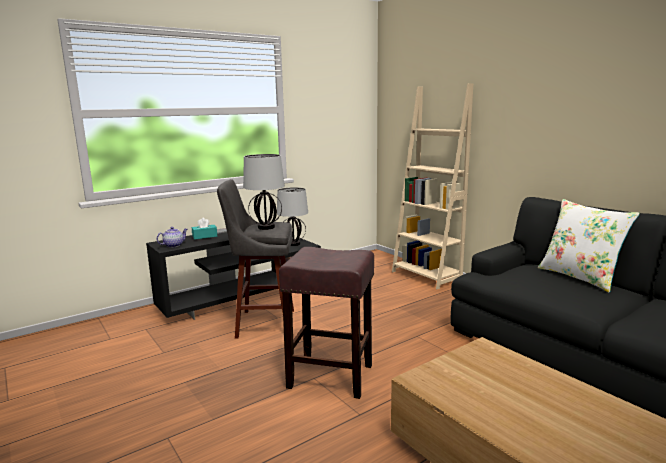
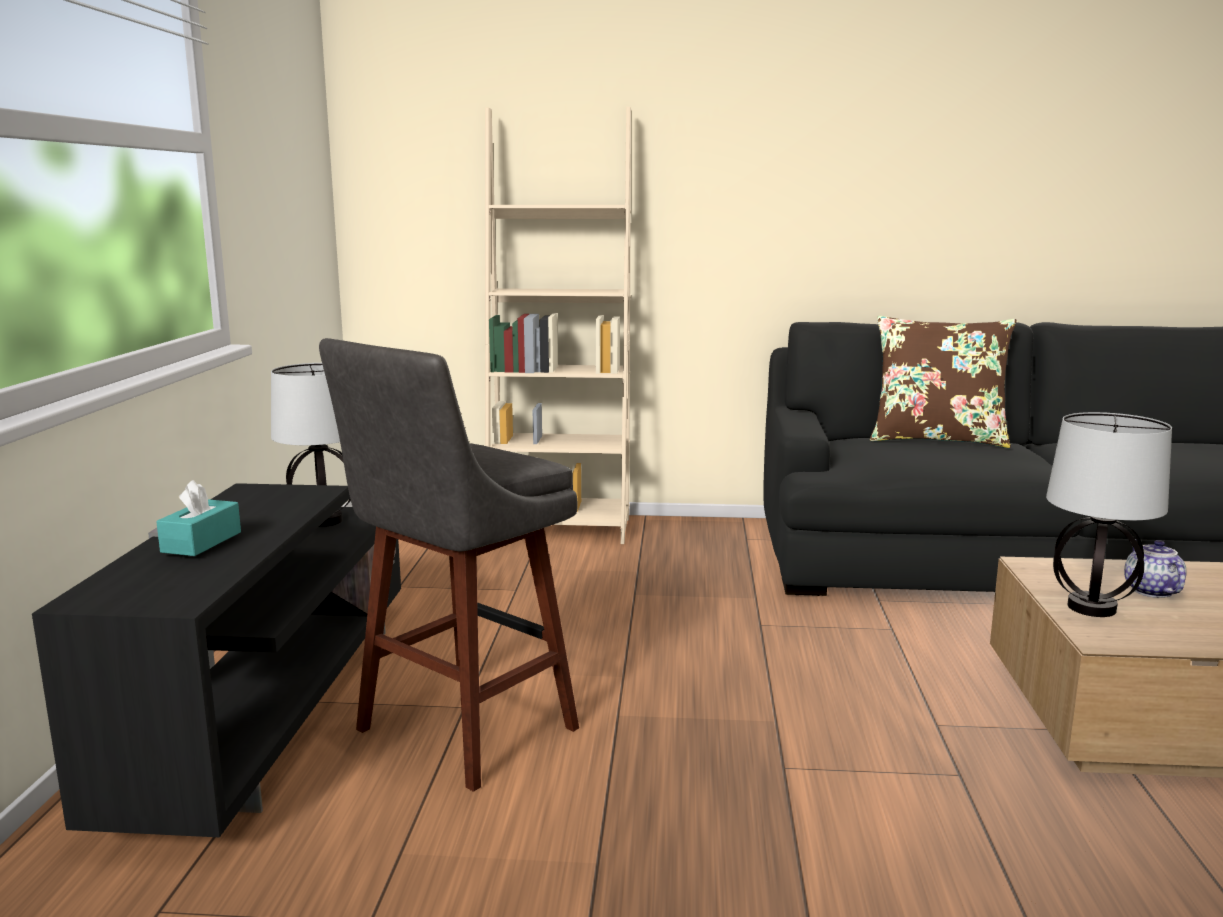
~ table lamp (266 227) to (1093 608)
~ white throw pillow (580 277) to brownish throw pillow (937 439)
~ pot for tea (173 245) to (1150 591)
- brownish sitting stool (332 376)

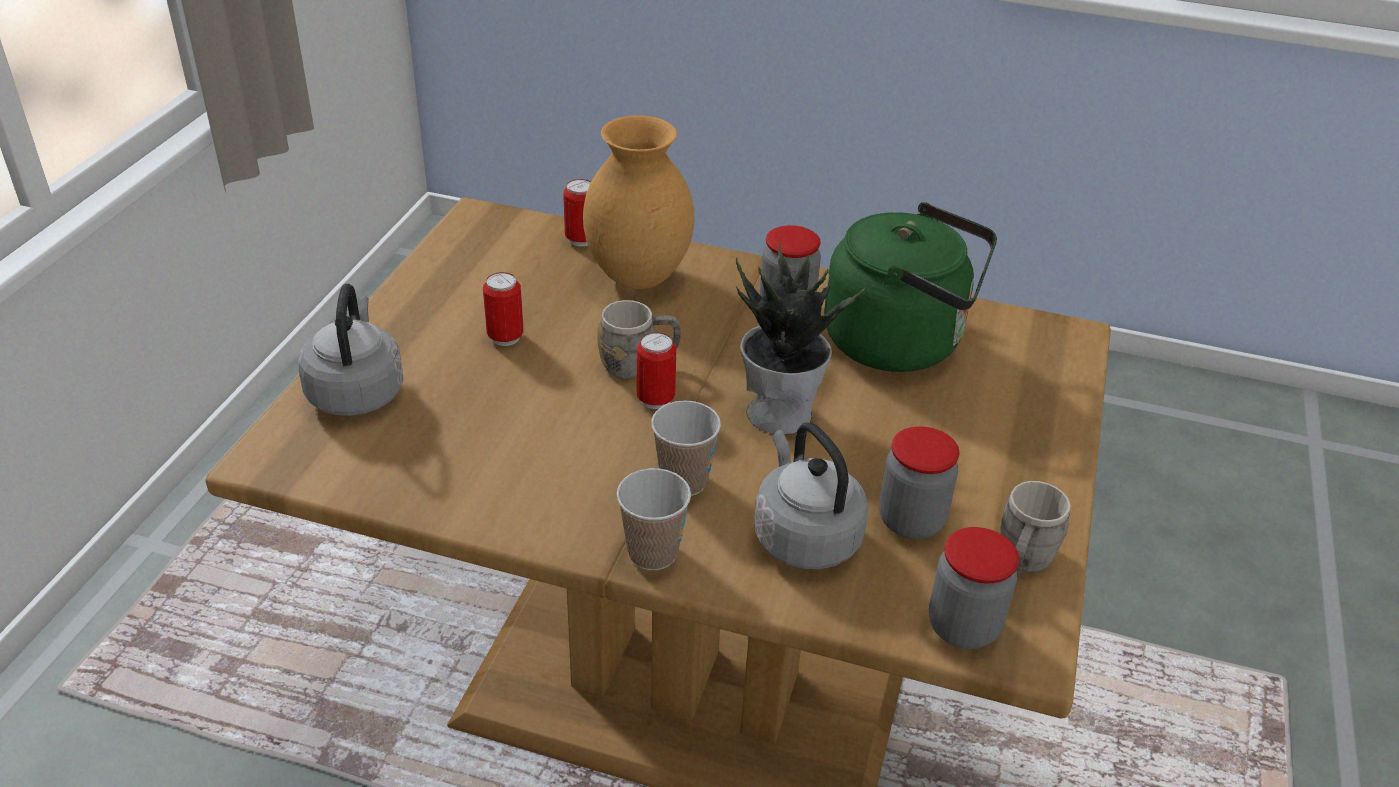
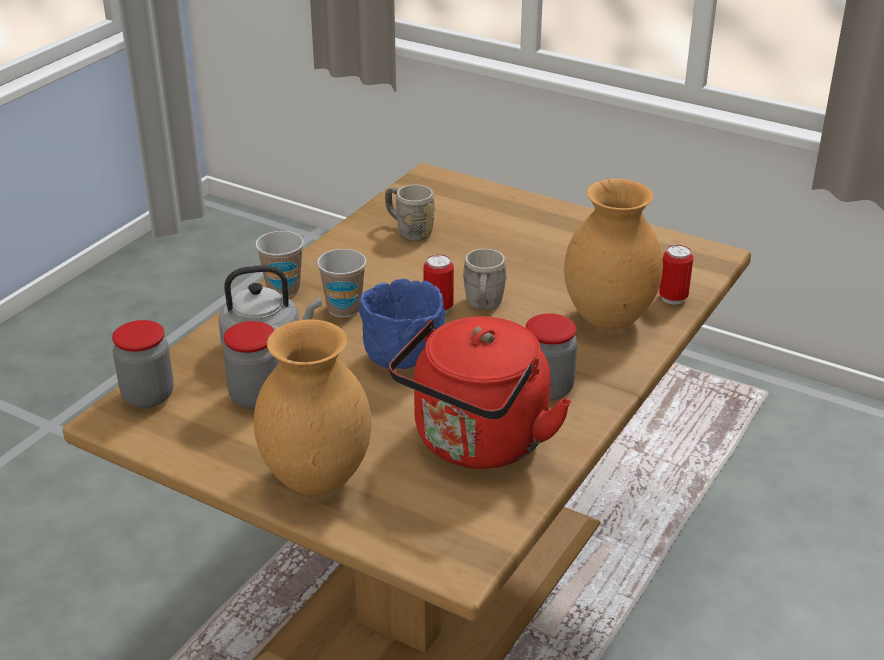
~ greenish tea kettle (901 342) to red-coloured tea kettle (477 444)
~ potted plant (780 411) to blue-coloured bowl (404 361)
- sealed can (505 337)
- grey tea kettle (356 391)
~ grey tea mug (1021 563) to (409 230)
+ brownish decorative vase (319 480)

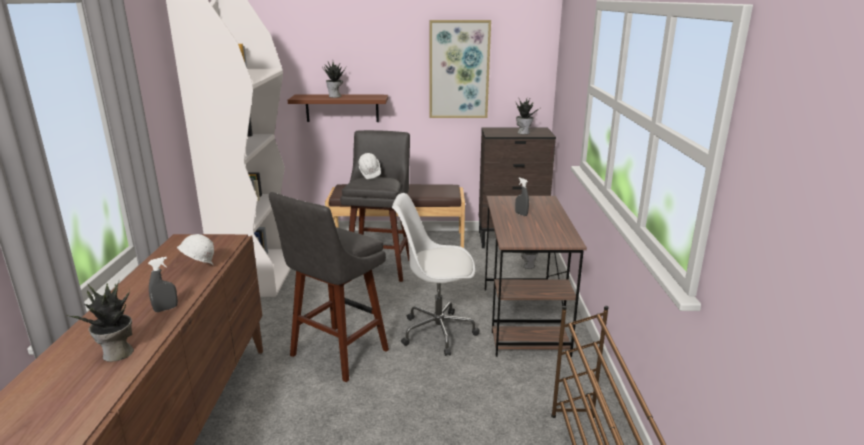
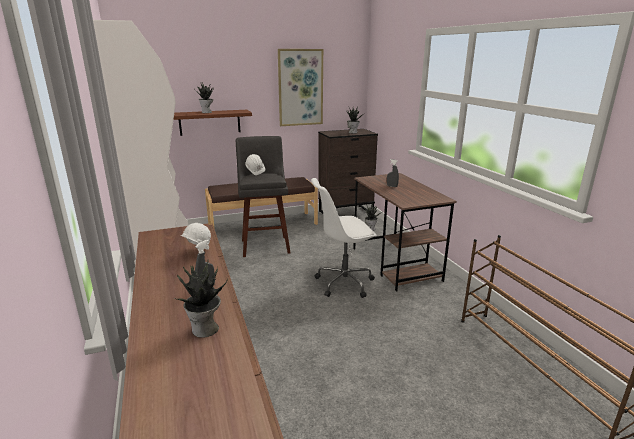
- grey sitting stool (336 354)

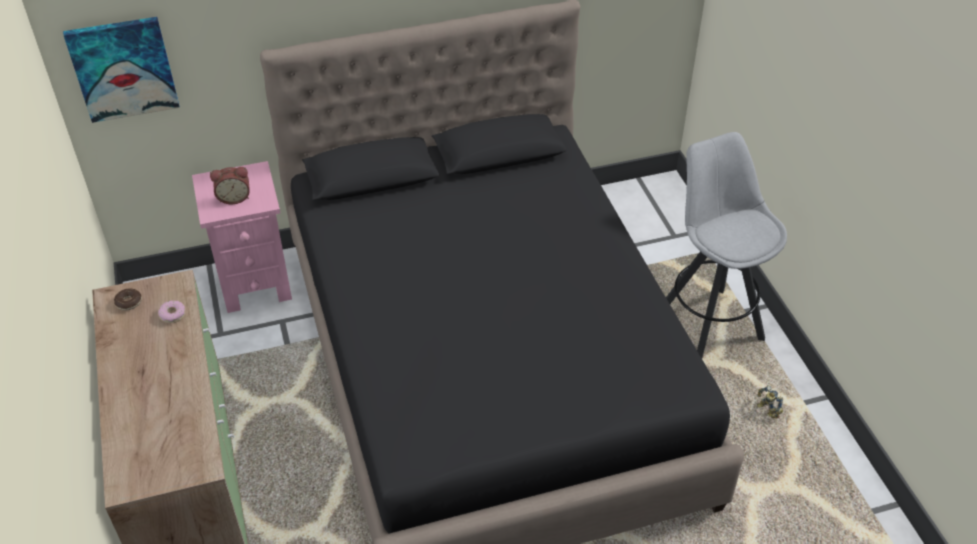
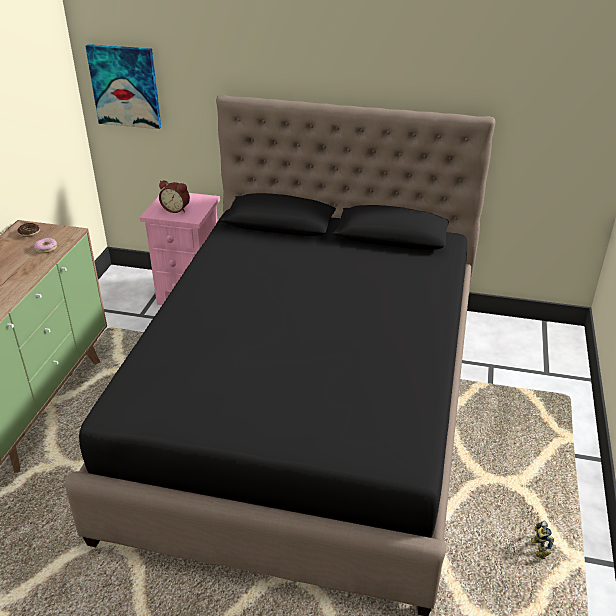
- grey sitting stool (707 323)

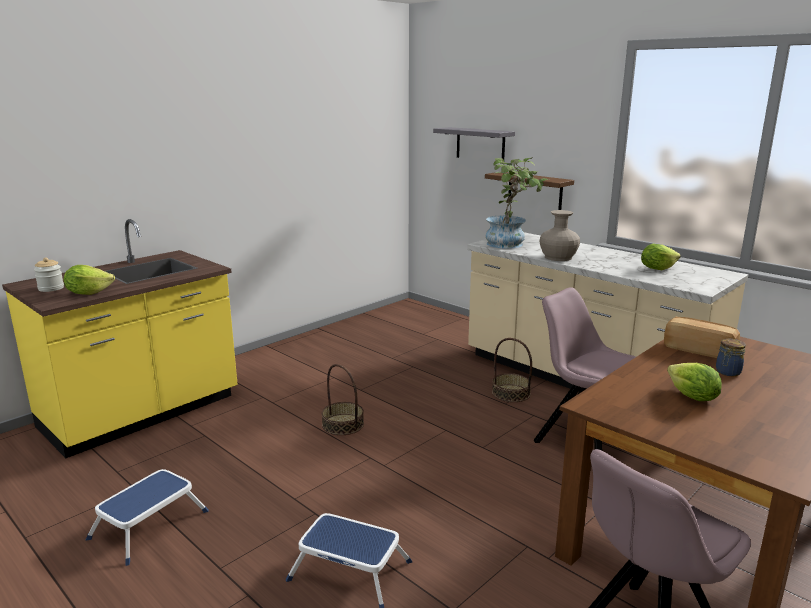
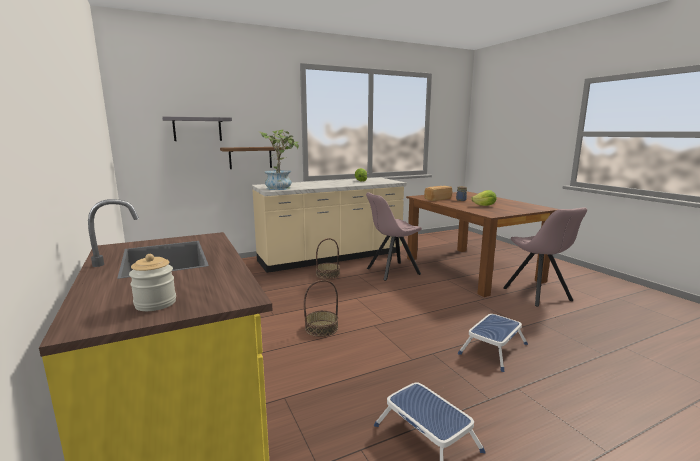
- beige-coloured decorative vase (558 257)
- head of lettuce (88 293)

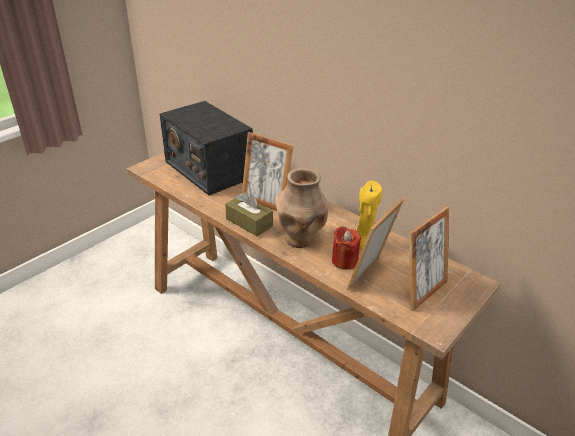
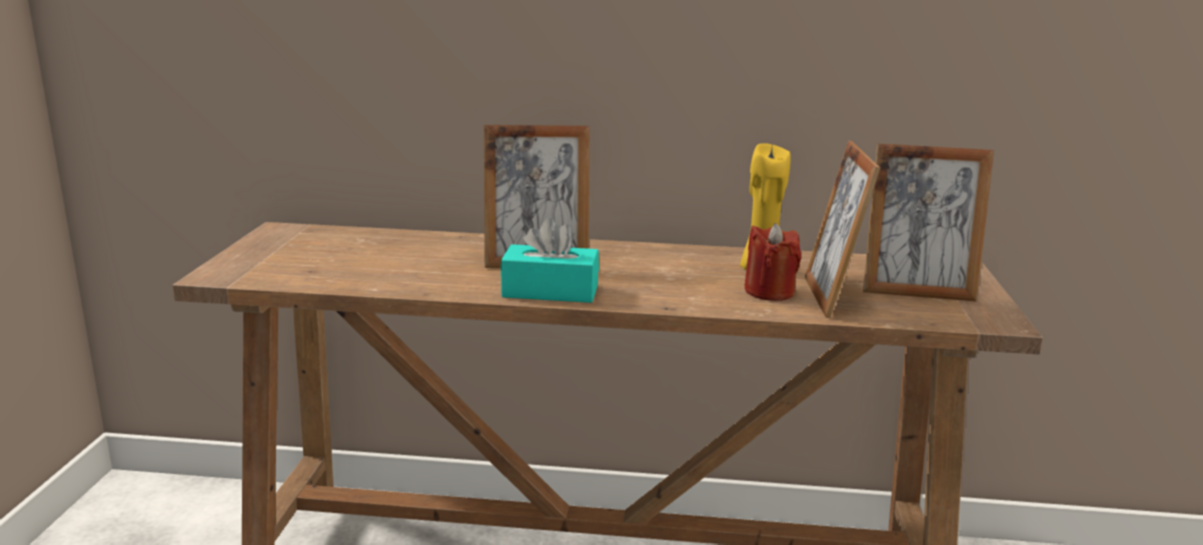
- radio set (208 169)
- brownish decorative vase (300 240)
~ brownish box of tissues (249 222) to turquoise box of tissues (550 291)
~ standing frame (422 291) = (916 291) 90 degrees clockwise

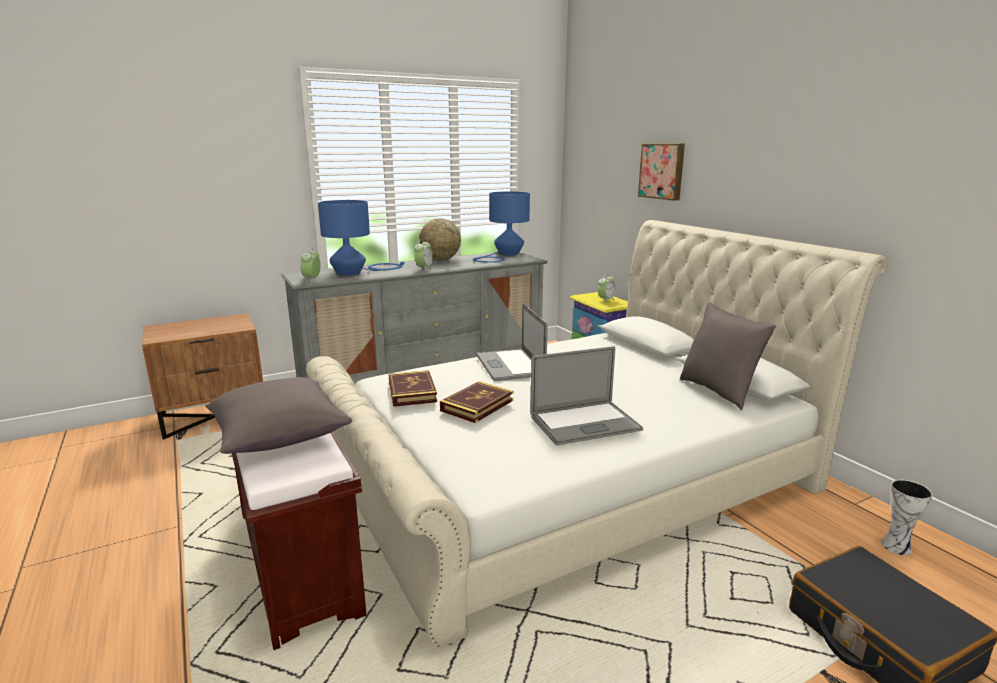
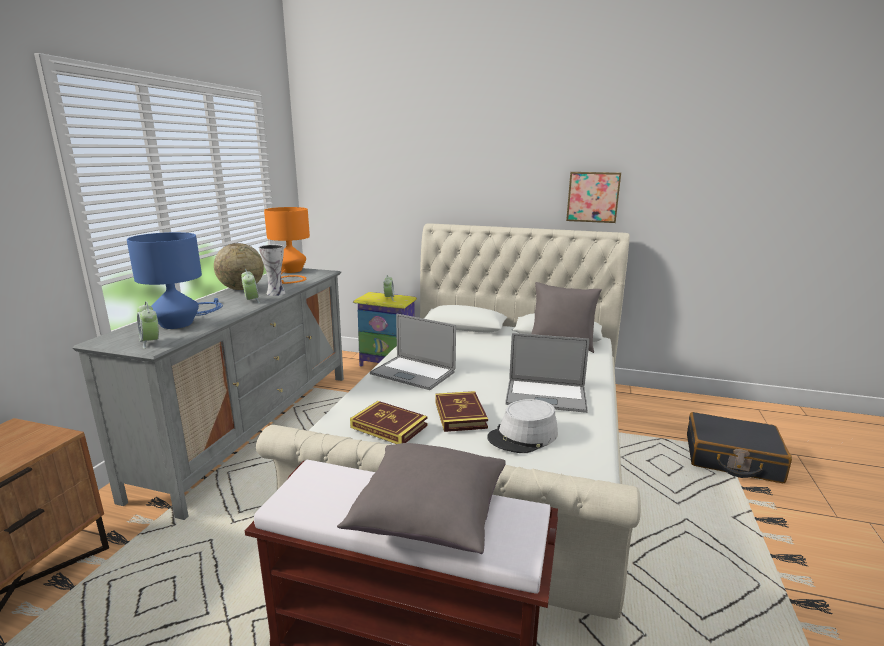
~ wall art (662 171) to (593 197)
~ blue-coloured table lamp (501 256) to orangey table lamp (290 274)
~ notebook computer (585 423) = (546 396) 75 degrees clockwise
~ decorative vase (897 546) to (276 293)
+ grey wearable hat (523 436)

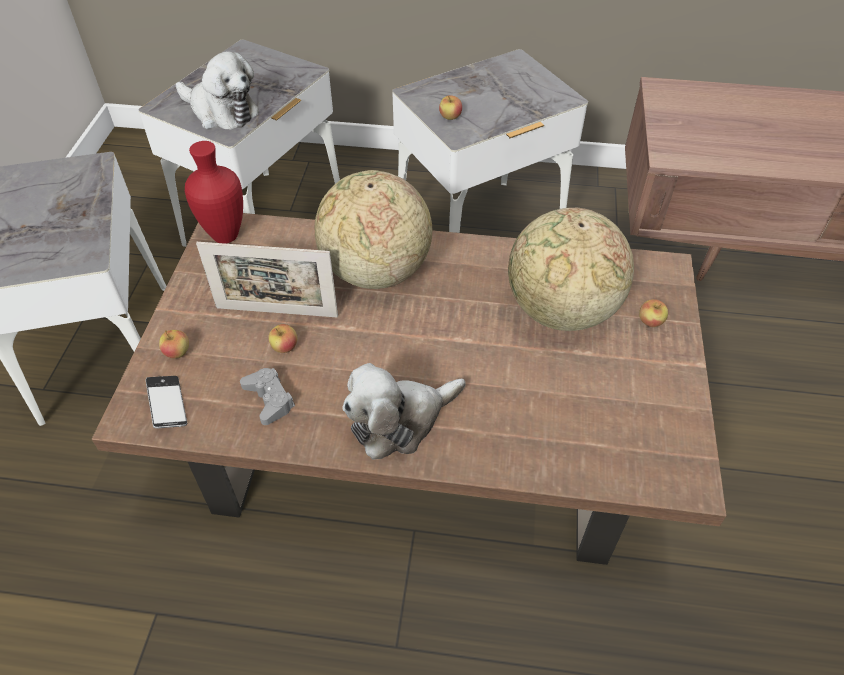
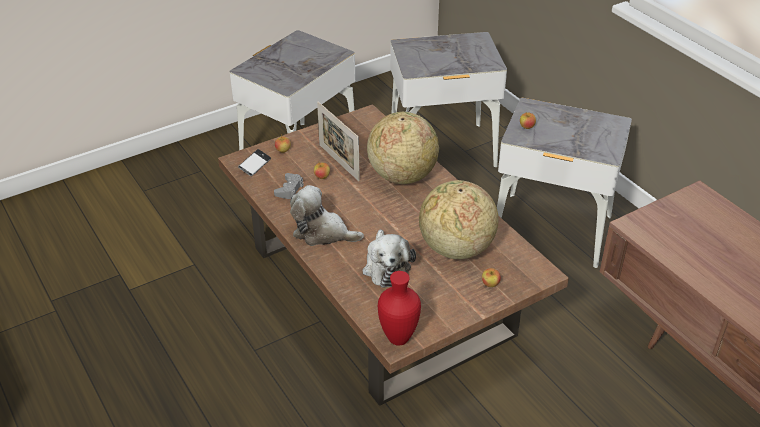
~ soft toy (221 111) to (386 267)
~ red-coloured decorative vase (224 235) to (398 337)

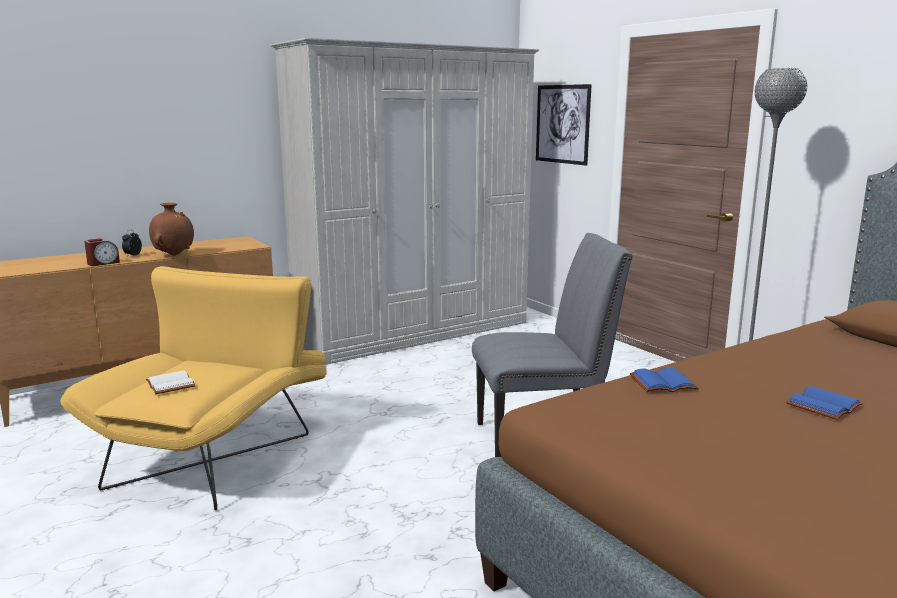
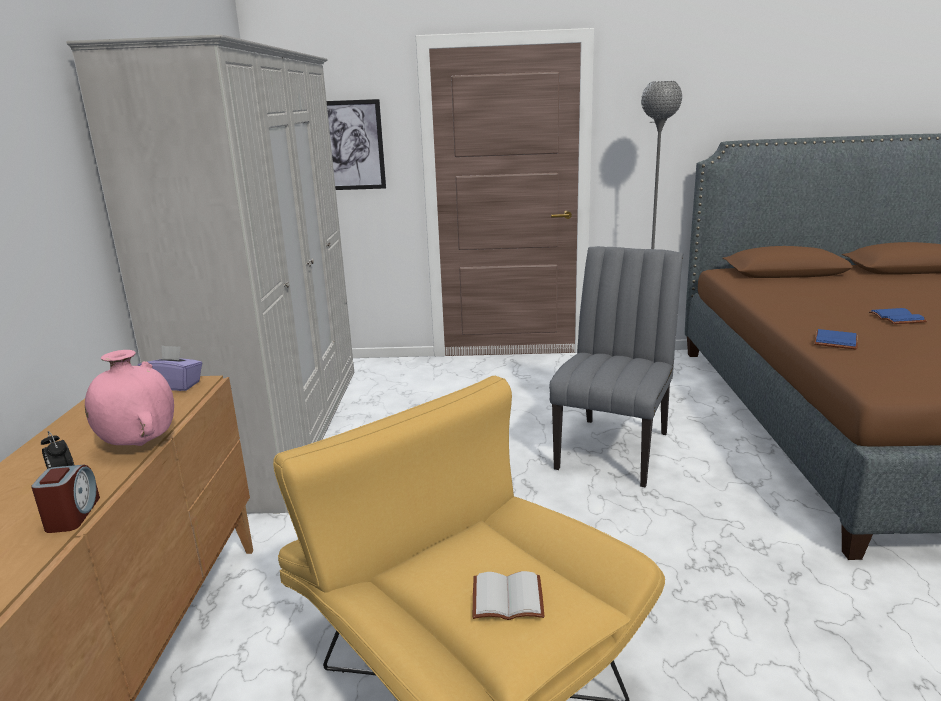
~ brownish decorative vase (174 255) to pink decorative vase (139 445)
+ purple box of tissues (175 385)

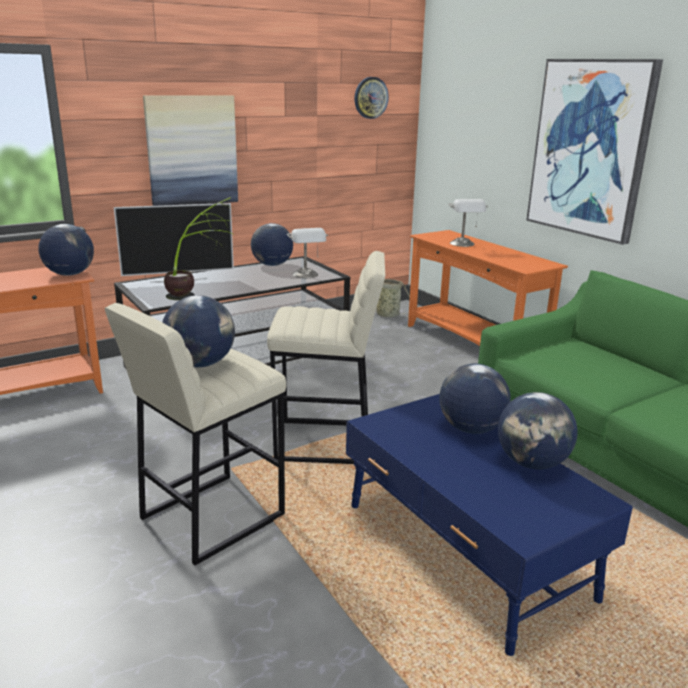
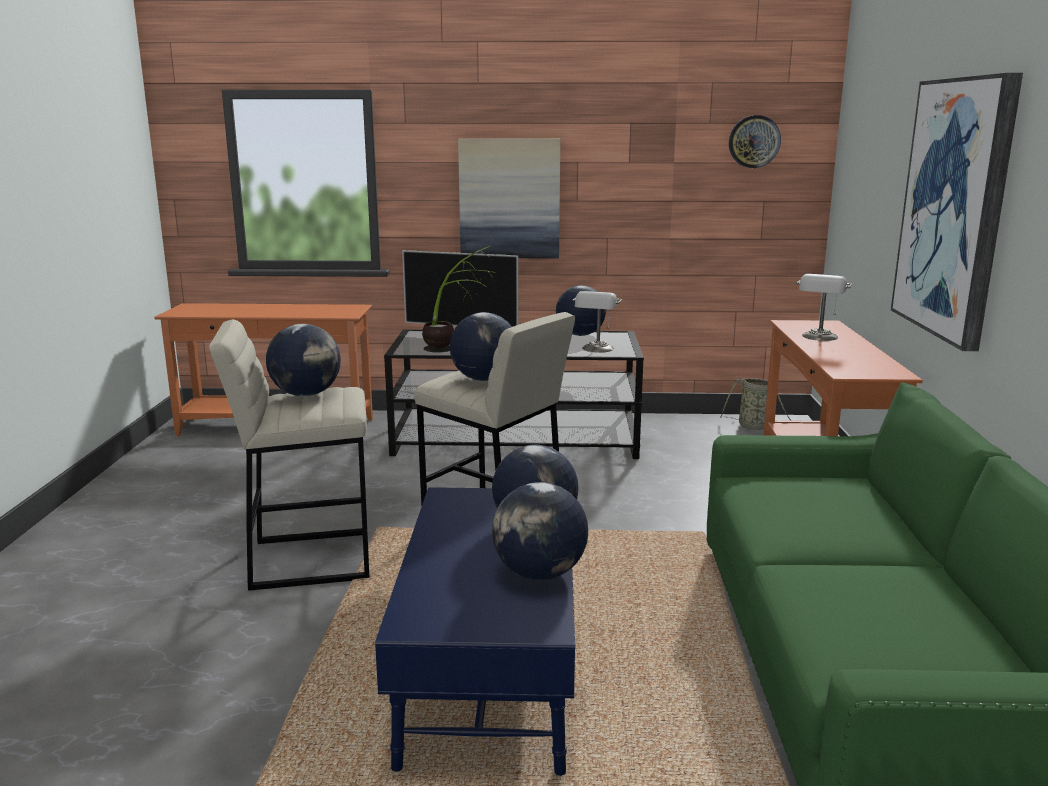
~ desk globe (69 274) to (484 379)

